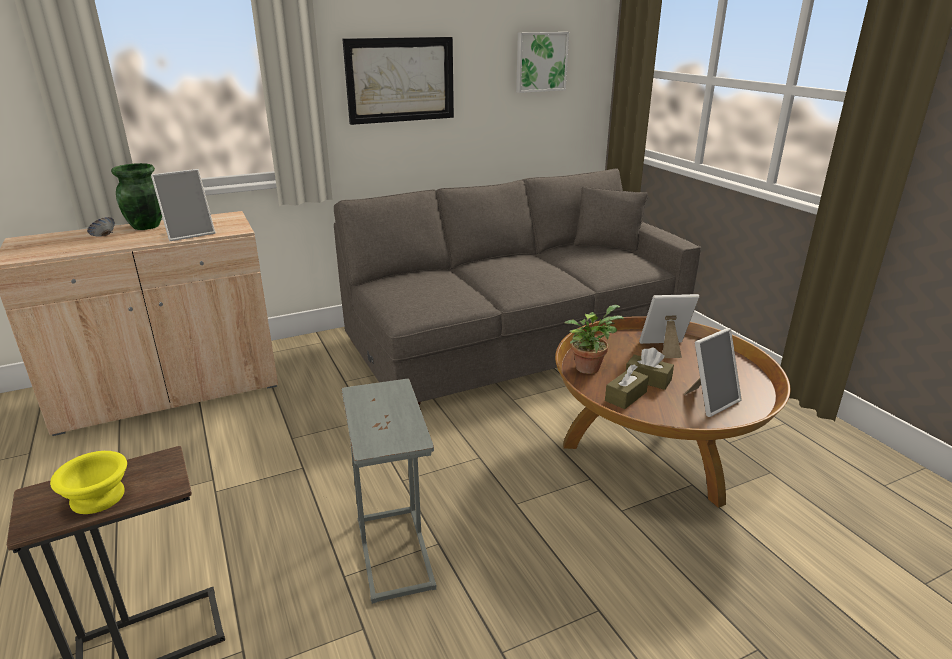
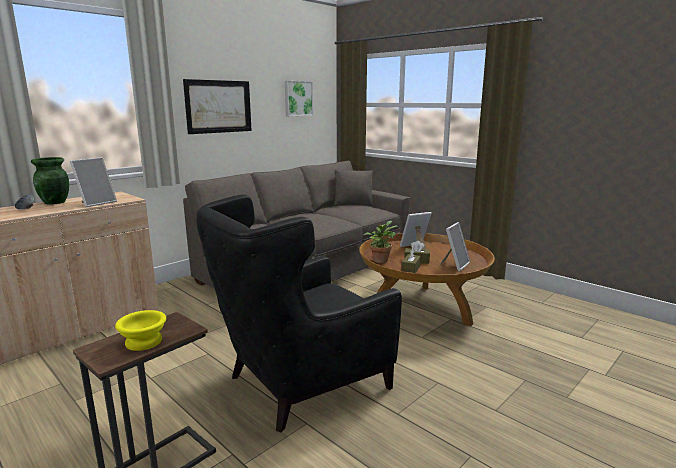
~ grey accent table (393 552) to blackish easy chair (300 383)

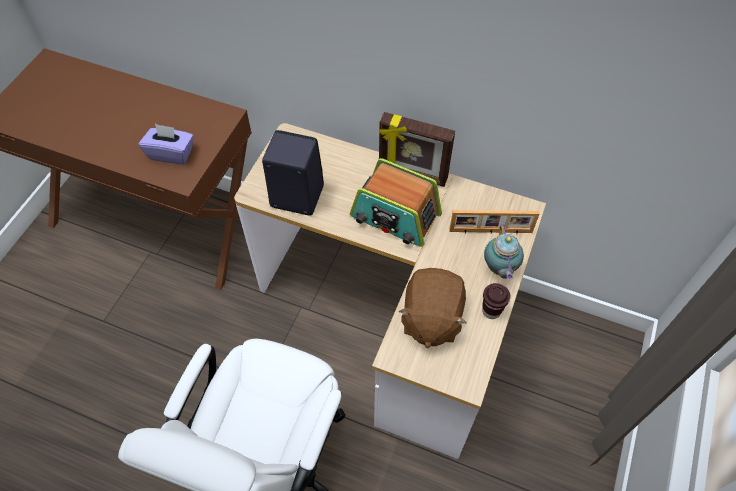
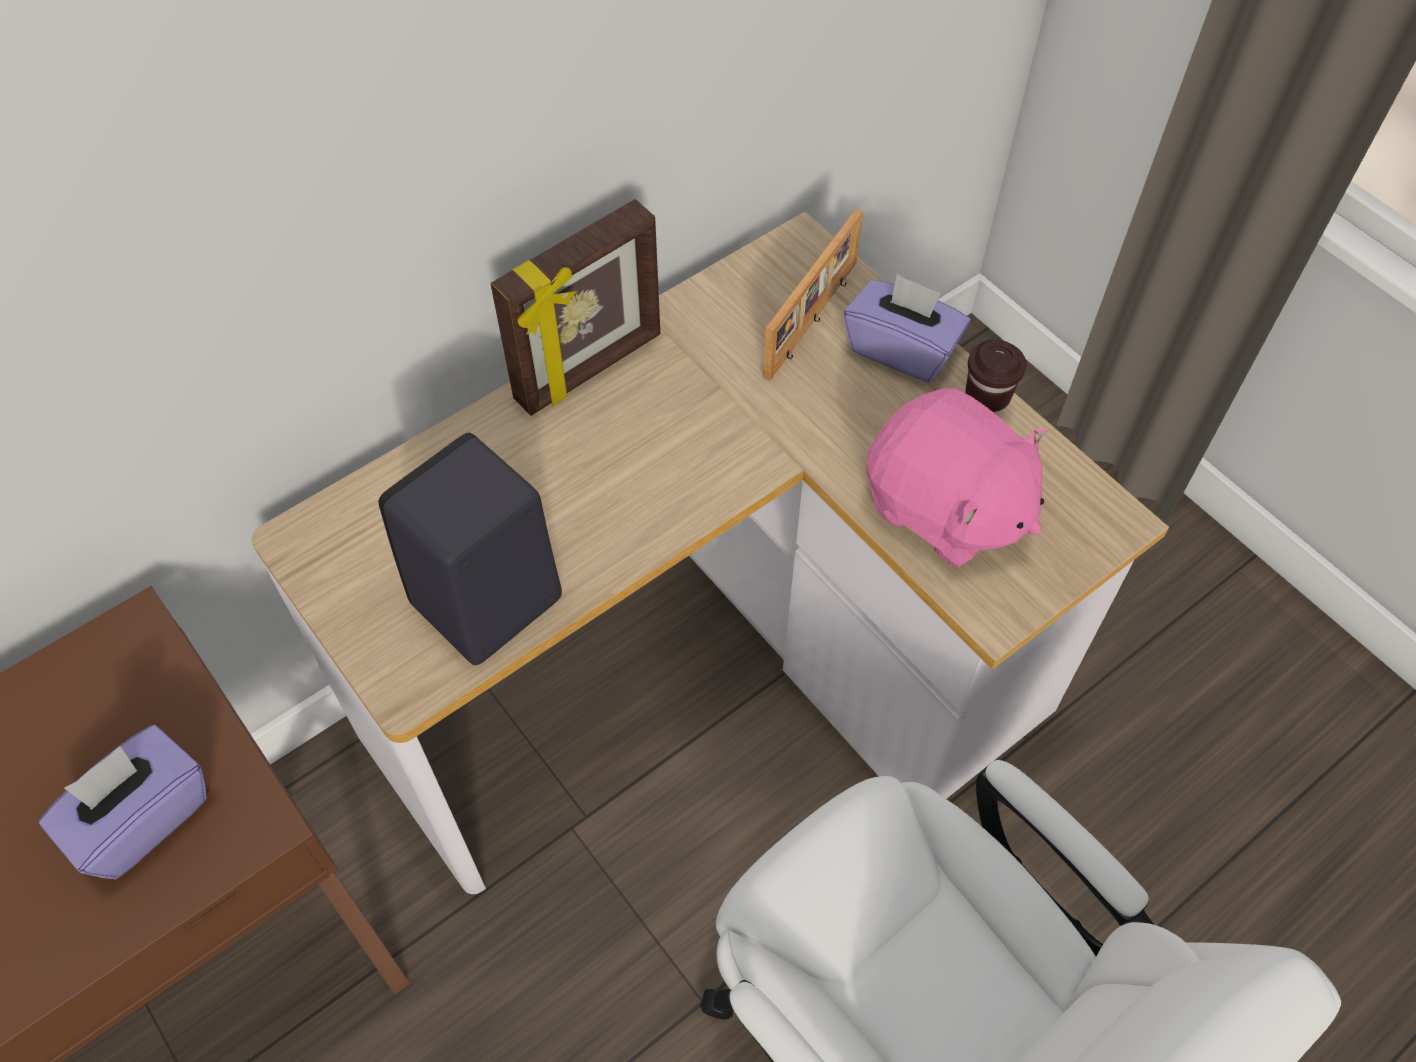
- radio set (395 216)
~ pot for tea (499 269) to purple box of tissues (902 349)
~ brownish soft toy (431 318) to pink soft toy (945 509)

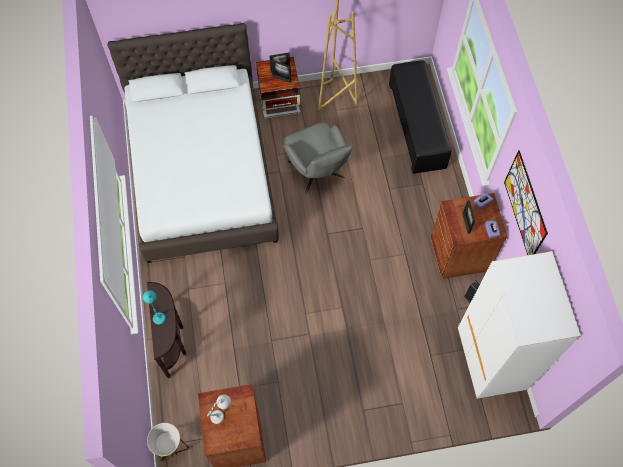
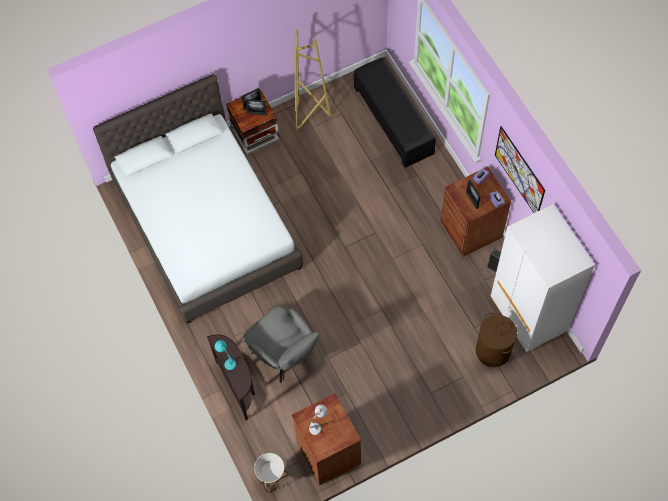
~ grey easy chair (316 171) to (283 355)
+ brownish laundry basket (493 351)

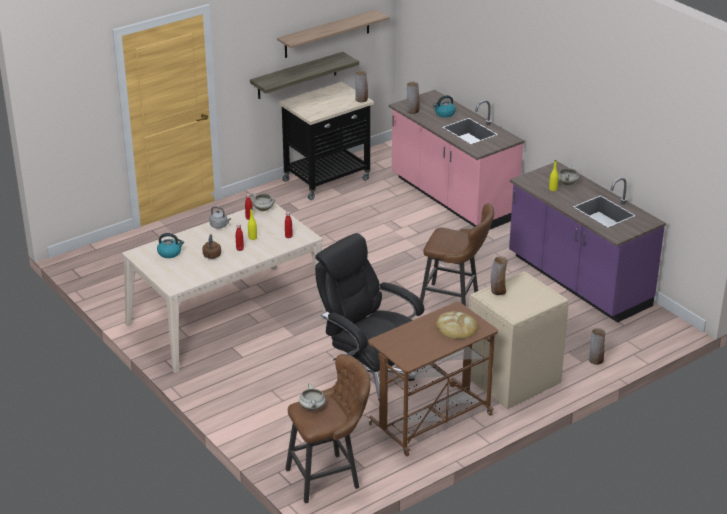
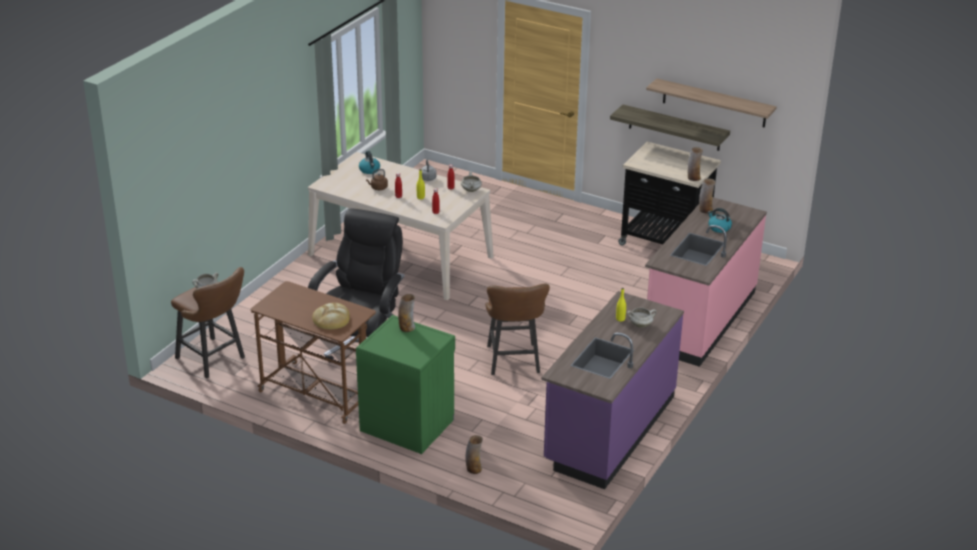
~ beige-coloured washing machine (512 379) to greenish washing machine (408 424)

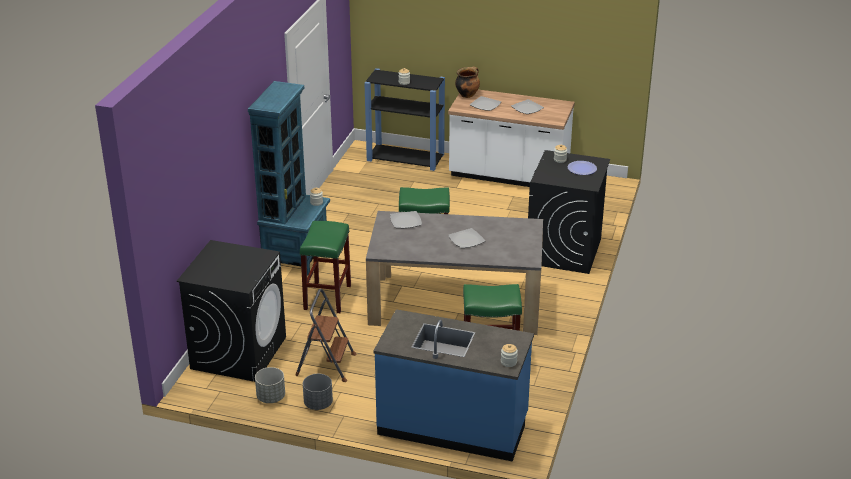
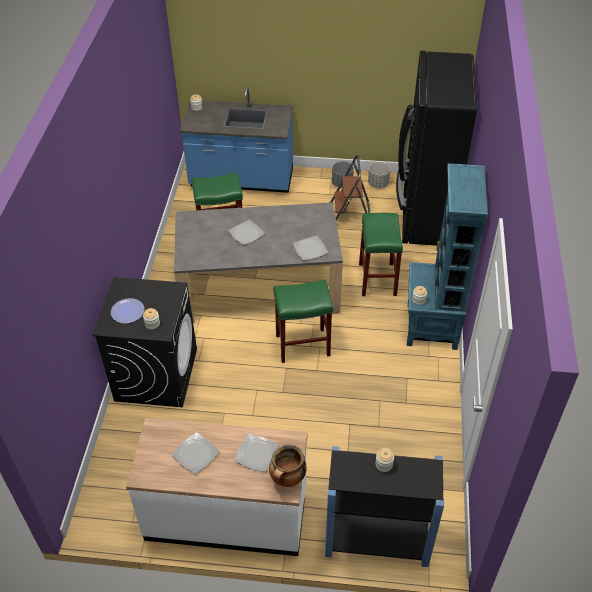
~ blackish washing machine (239 352) to blackish kitchen fridge (423 216)

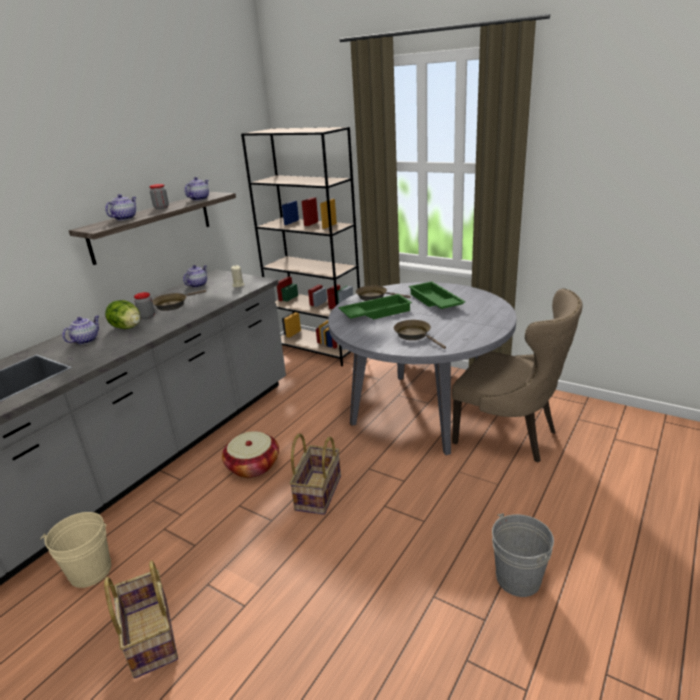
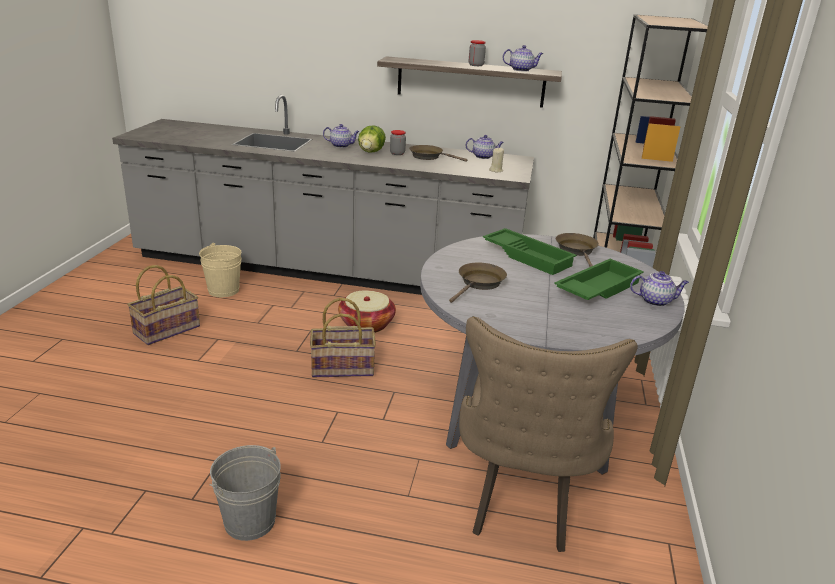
~ pot for tea (125 218) to (655 301)

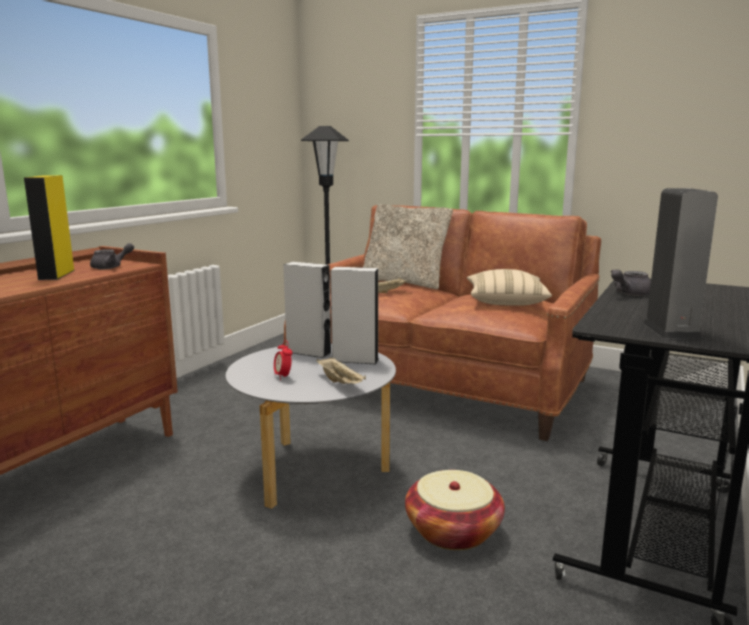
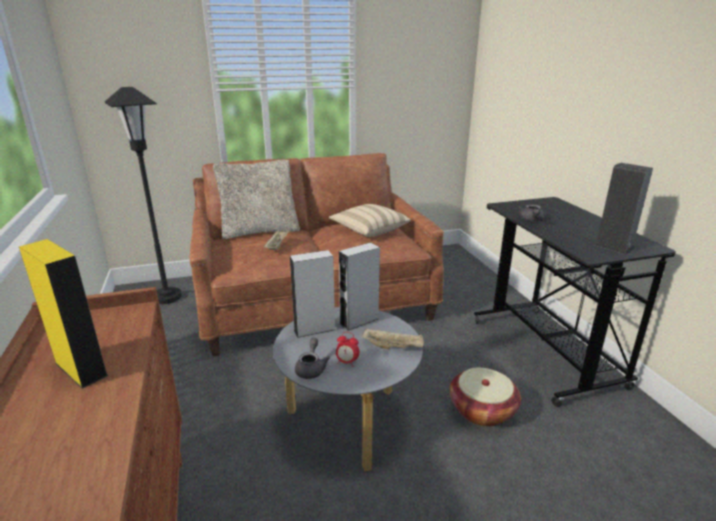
~ grey pot for tea (111 267) to (311 368)

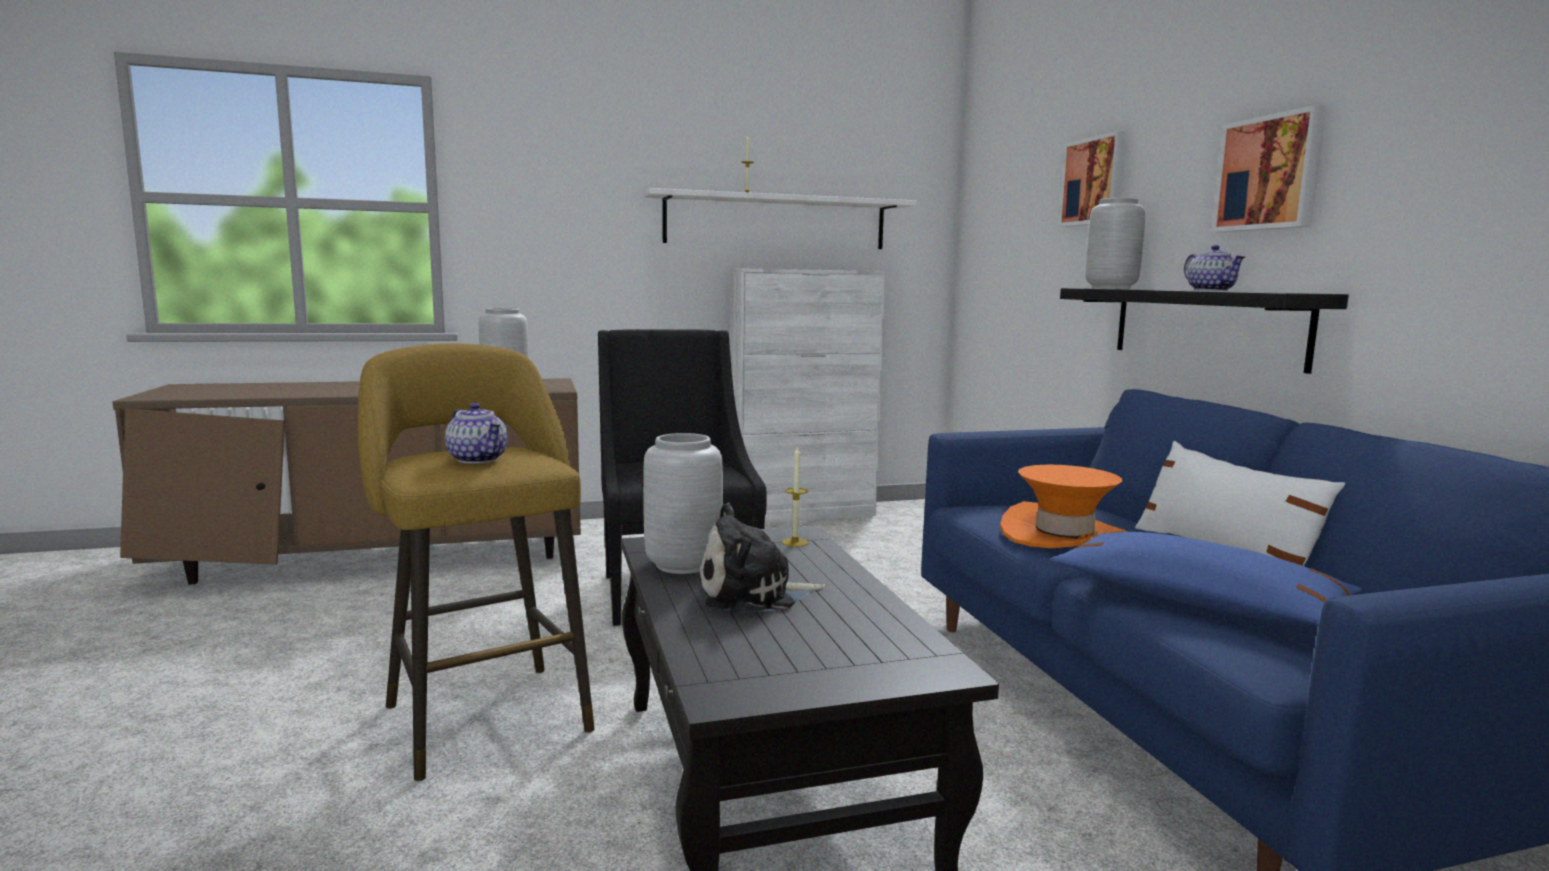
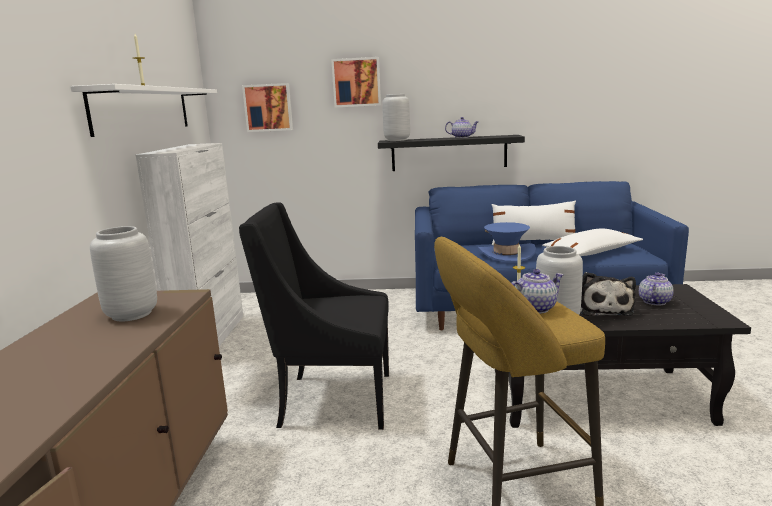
~ wall art (1270 173) to (268 107)
~ orangey wearable hat (1064 535) to blue-coloured wearable hat (506 254)
~ blue-coloured throw pillow (1197 603) to white throw pillow (591 252)
+ pot for tea (654 301)

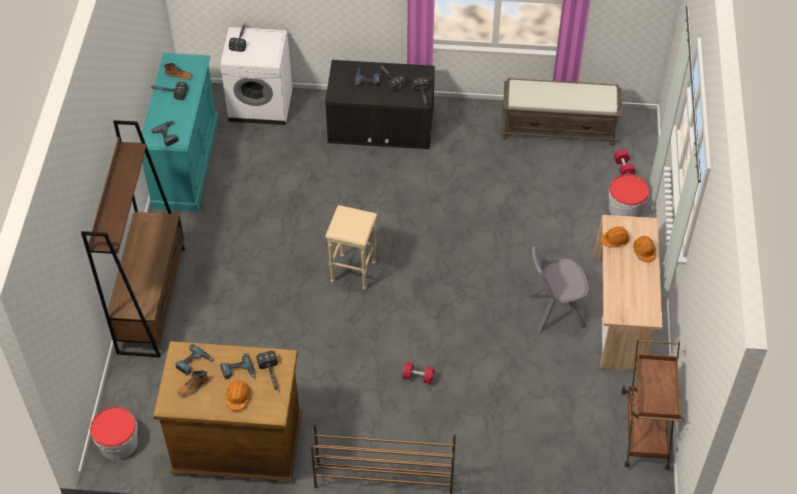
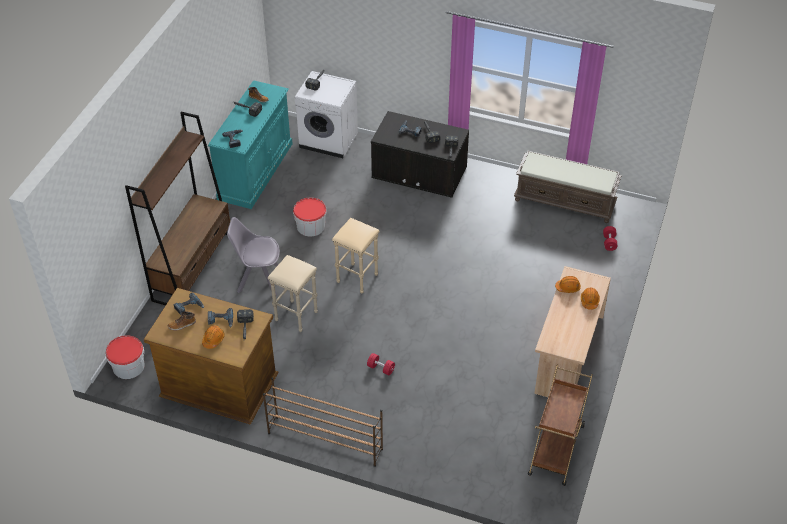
~ bucket (625 208) to (311 226)
~ grey plain chair (554 311) to (259 279)
+ beige-coloured sitting stool (295 316)

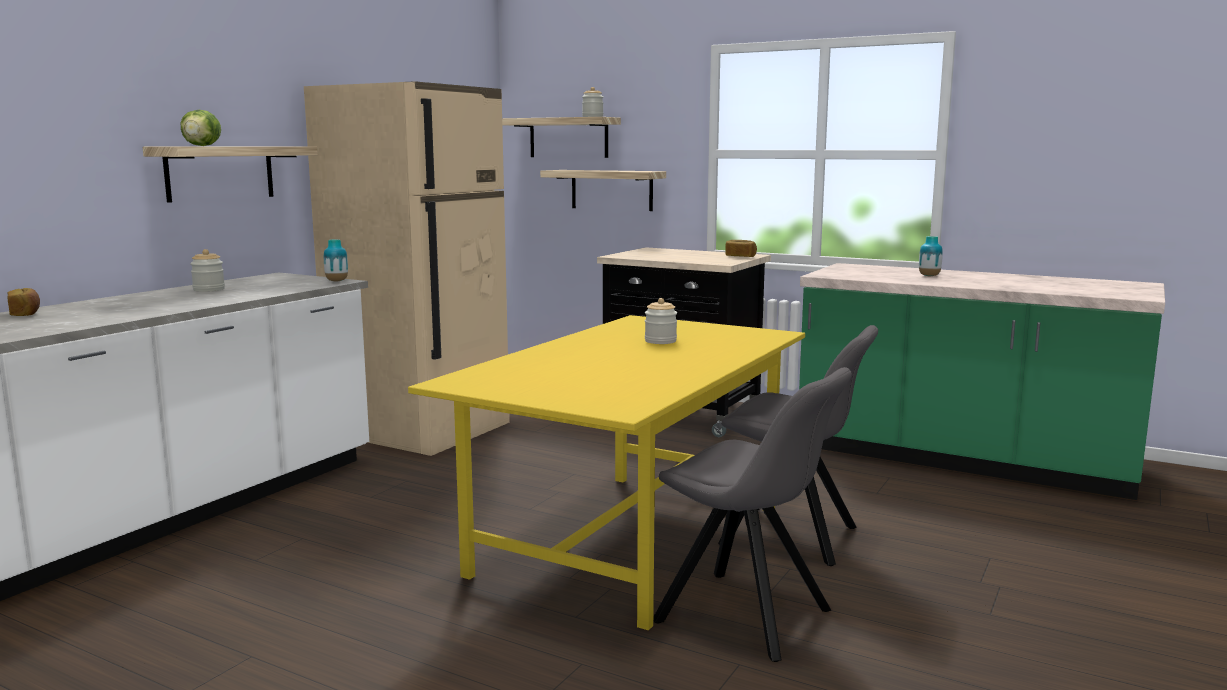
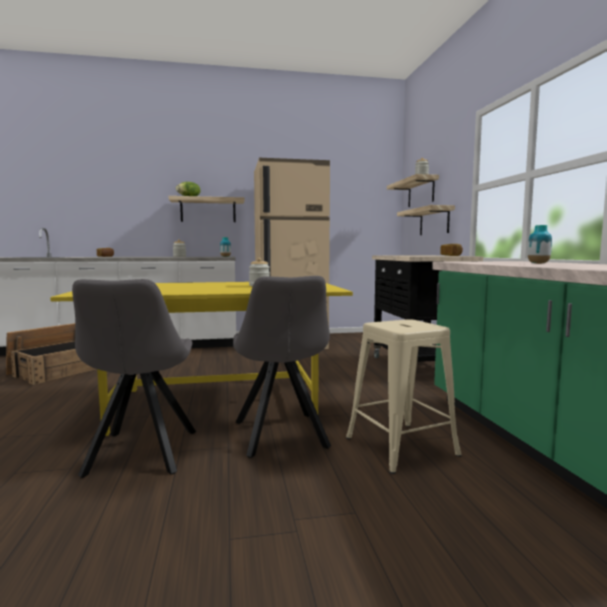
+ beige-coloured sitting stool (401 446)
+ shipping crate (60 370)

